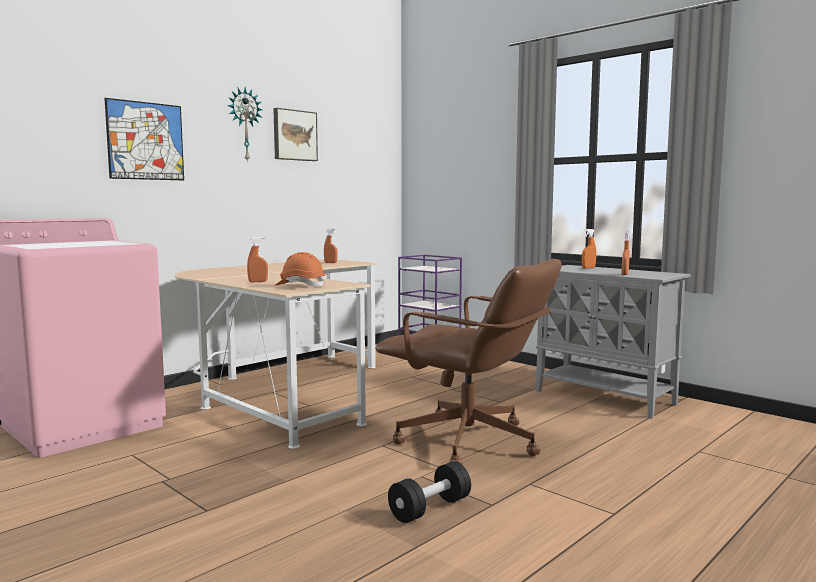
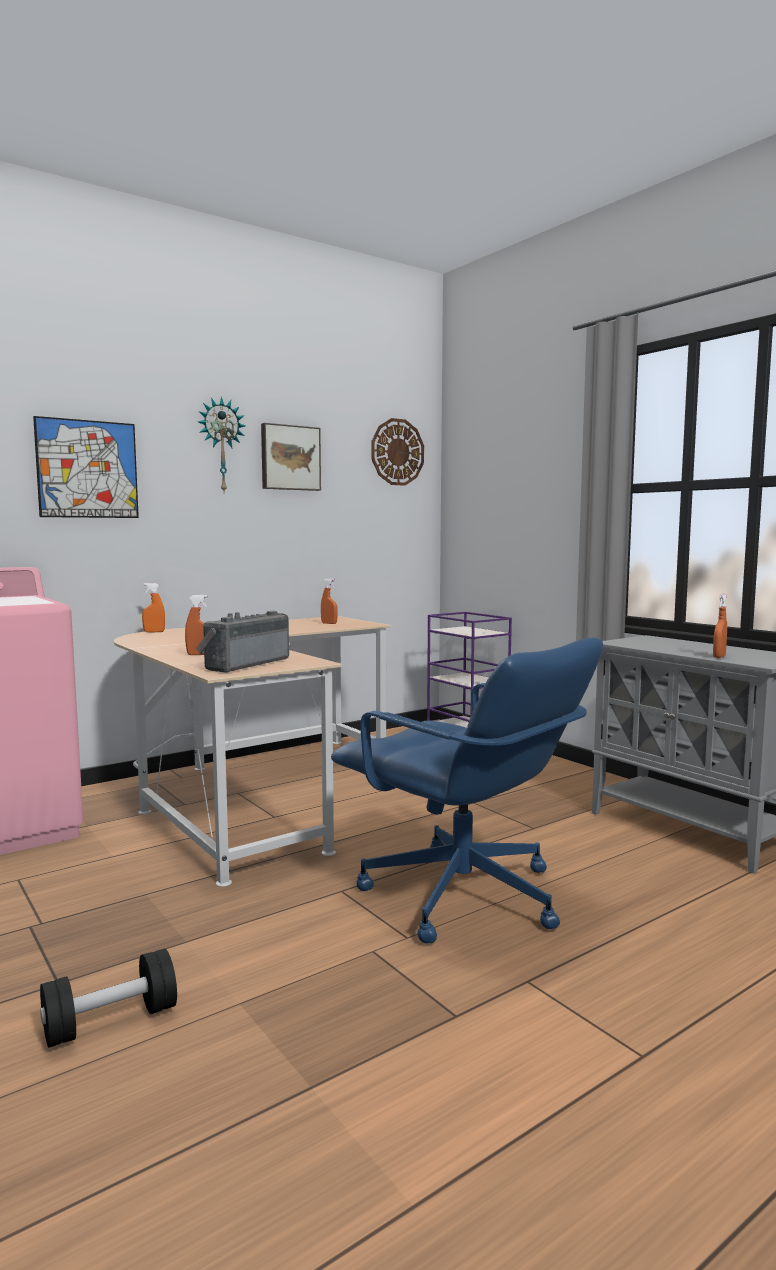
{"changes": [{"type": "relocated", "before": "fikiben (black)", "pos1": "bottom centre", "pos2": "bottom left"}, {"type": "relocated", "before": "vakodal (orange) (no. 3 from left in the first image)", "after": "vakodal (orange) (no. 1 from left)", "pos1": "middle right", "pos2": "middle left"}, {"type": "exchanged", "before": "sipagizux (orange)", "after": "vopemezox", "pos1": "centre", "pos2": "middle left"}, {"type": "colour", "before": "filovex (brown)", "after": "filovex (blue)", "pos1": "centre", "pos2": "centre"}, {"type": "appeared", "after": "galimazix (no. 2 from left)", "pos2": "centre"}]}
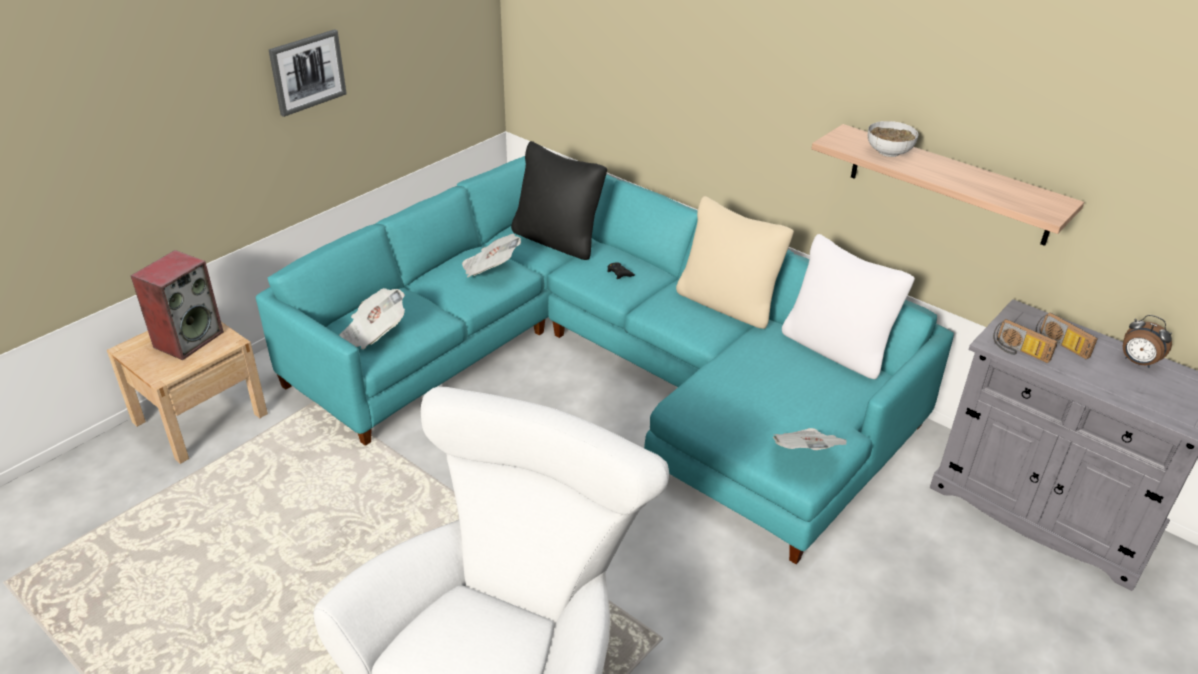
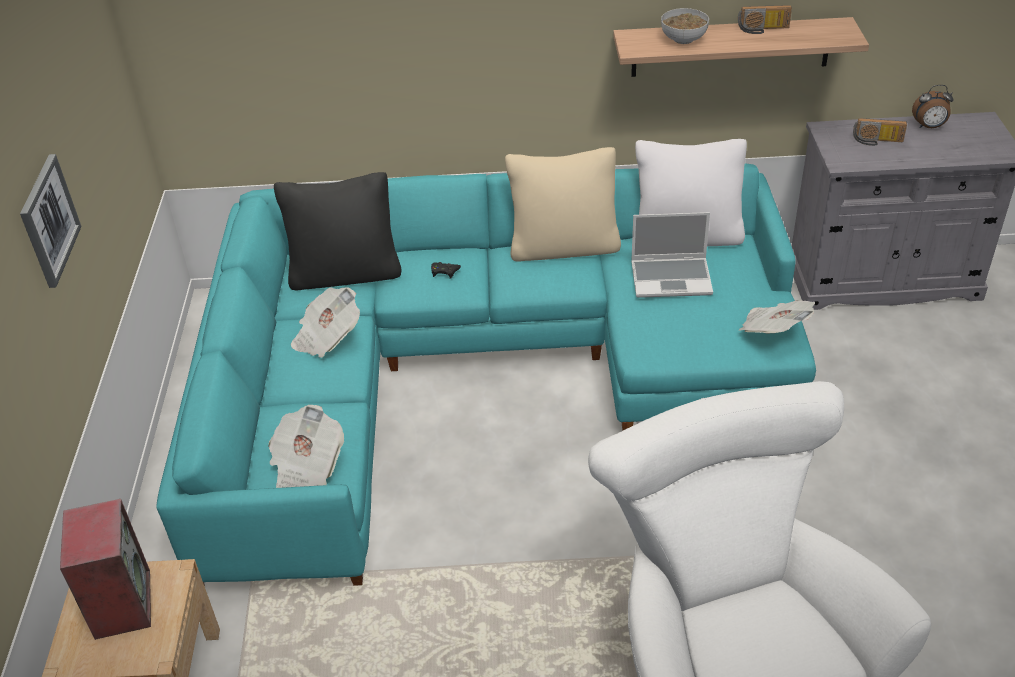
{"changes": [{"type": "appeared", "after": "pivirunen", "pos2": "centre"}, {"type": "relocated", "before": "vopemezox (no. 1 from left)", "pos1": "middle right", "pos2": "top right"}]}
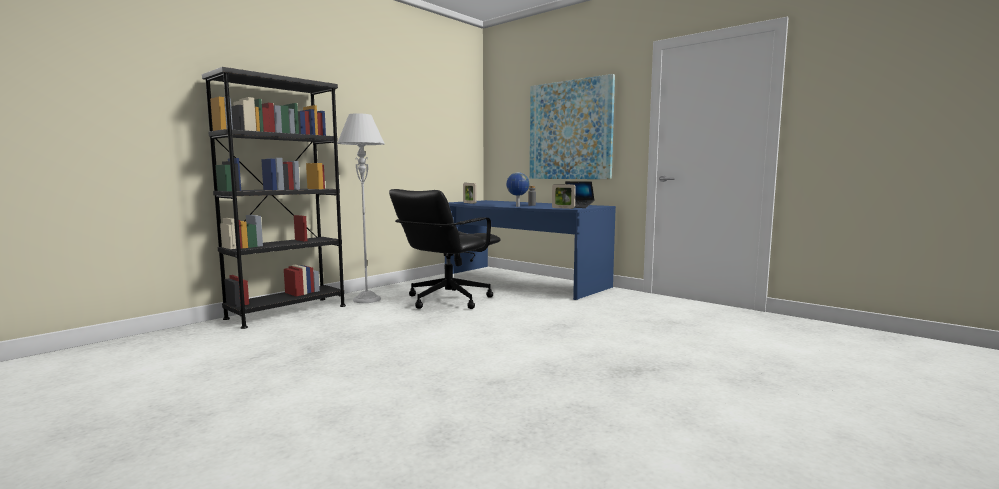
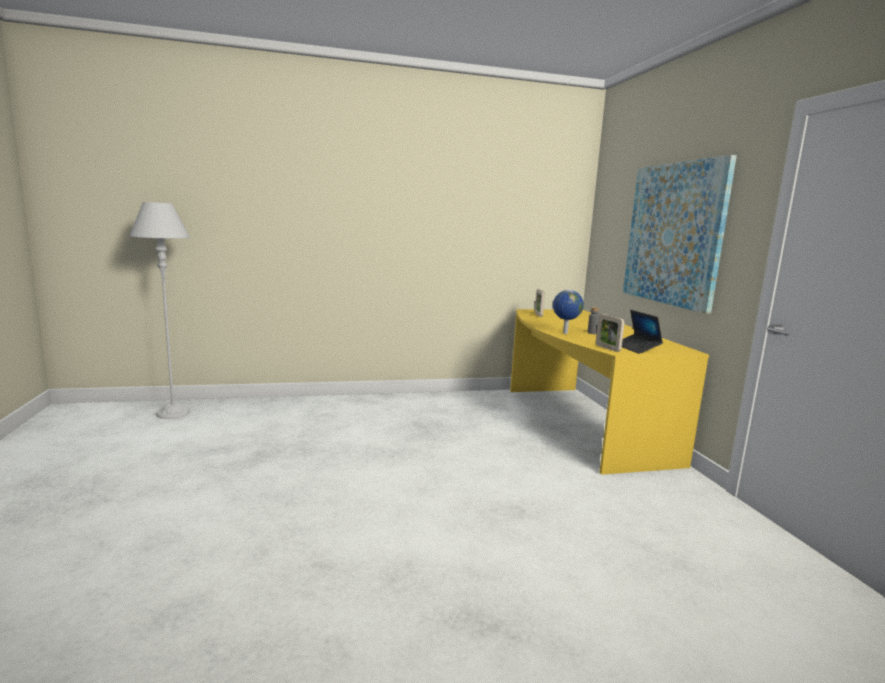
{"changes": [{"type": "relocated", "before": "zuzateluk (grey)", "pos1": "centre", "pos2": "middle left"}, {"type": "colour", "before": "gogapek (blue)", "after": "gogapek (yellow)", "pos1": "centre", "pos2": "middle right"}, {"type": "missing", "before": "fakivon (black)", "pos1": "middle left"}, {"type": "missing", "before": "filovex (black)", "pos1": "centre"}]}
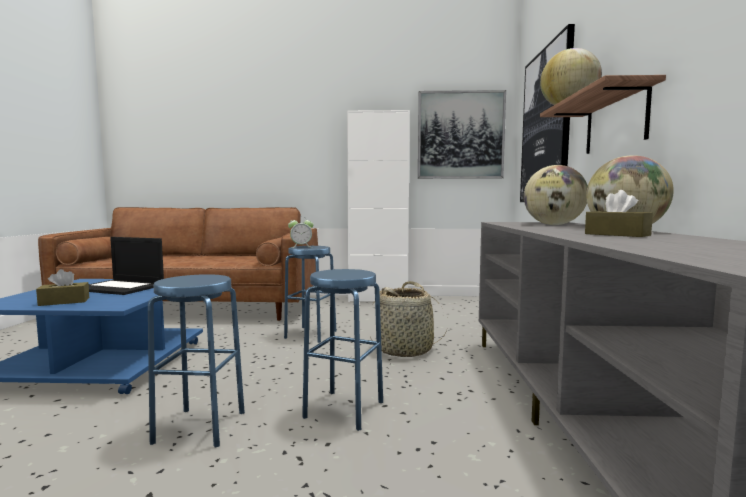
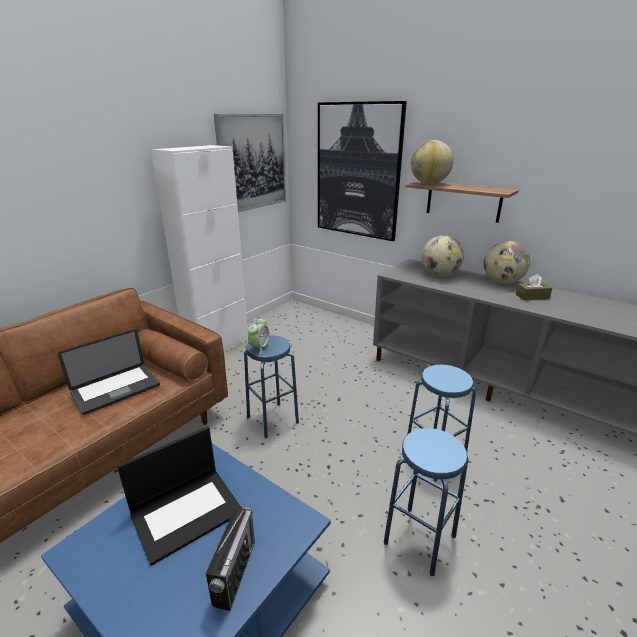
{"changes": [{"type": "appeared", "after": "pivirunen (no. 1 from left)", "pos2": "middle left"}, {"type": "exchanged", "before": "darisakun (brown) (no. 1 from left)", "after": "vopemezox", "pos1": "middle left", "pos2": "bottom centre"}, {"type": "missing", "before": "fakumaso", "pos1": "centre"}]}
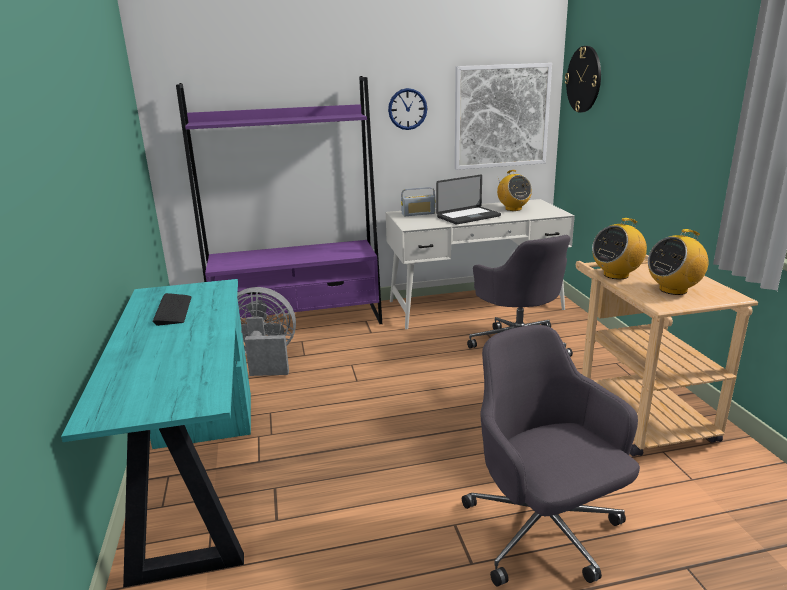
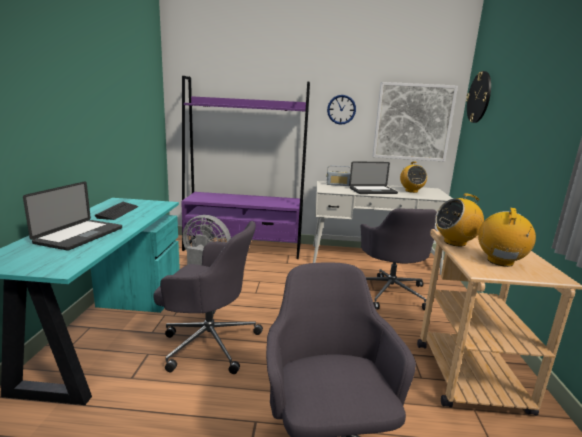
{"changes": [{"type": "appeared", "after": "pivirunen (no. 1 from left)", "pos2": "middle left"}, {"type": "appeared", "after": "filovex (grey) (no. 1 from left)", "pos2": "bottom centre"}, {"type": "spun", "before": "vopemezox (no. 4 from left)", "pos1": "middle right", "pos2": "middle right", "turn": 120}]}
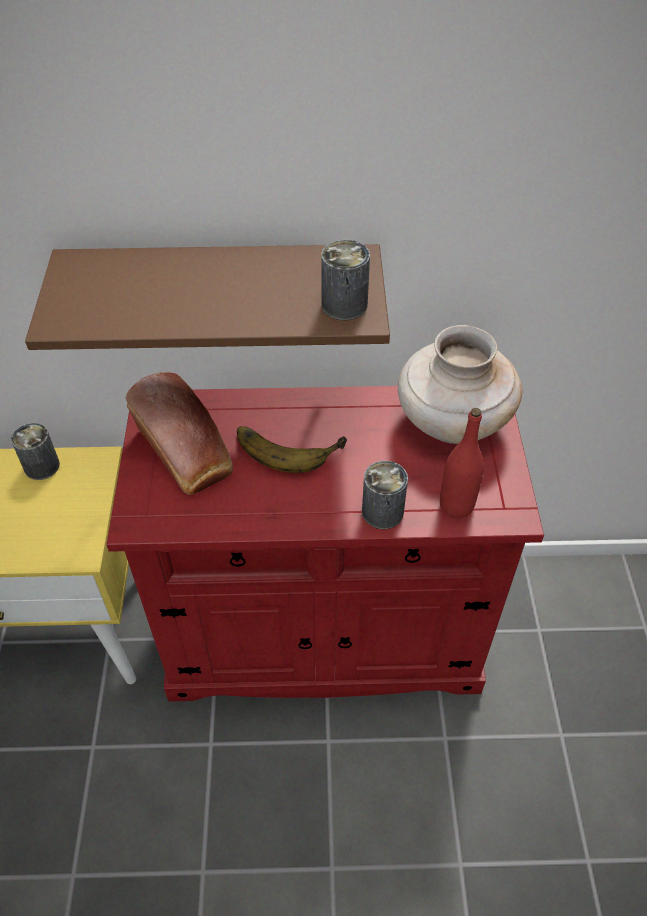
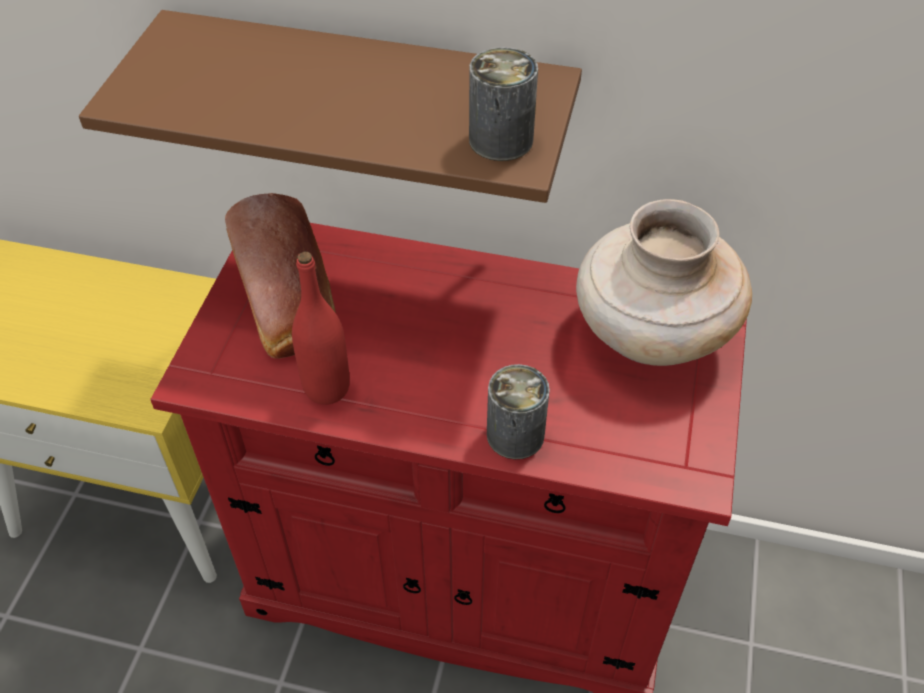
{"changes": [{"type": "relocated", "before": "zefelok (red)", "pos1": "middle right", "pos2": "centre"}, {"type": "missing", "before": "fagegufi (no. 1 from left)", "pos1": "middle left"}, {"type": "missing", "before": "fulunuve", "pos1": "centre"}]}
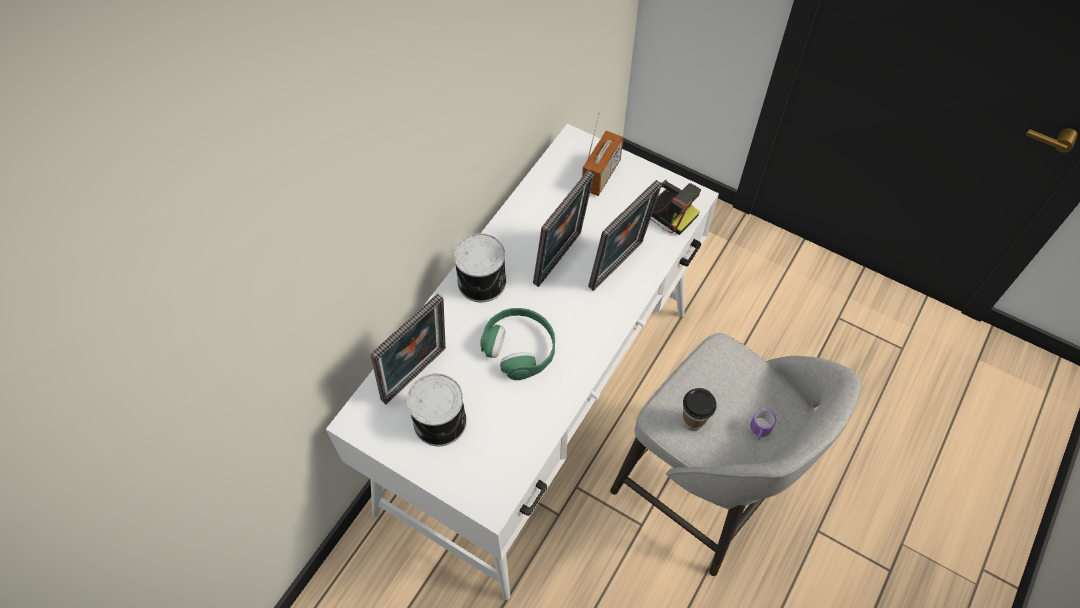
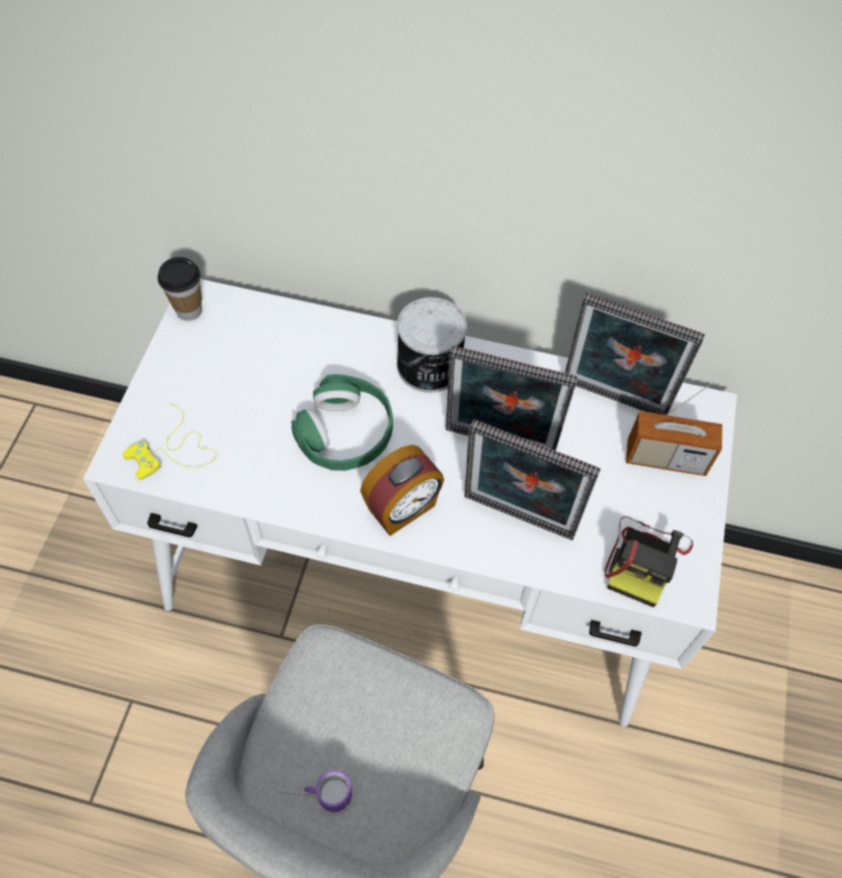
{"changes": [{"type": "appeared", "after": "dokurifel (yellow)", "pos2": "middle left"}, {"type": "relocated", "before": "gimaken", "pos1": "bottom centre", "pos2": "top left"}, {"type": "appeared", "after": "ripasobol", "pos2": "centre"}, {"type": "relocated", "before": "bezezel (no. 1 from left in the first image)", "after": "bezezel (no. 3 from left)", "pos1": "centre", "pos2": "middle right"}, {"type": "missing", "before": "fagegufi (no. 1 from left)", "pos1": "bottom centre"}]}
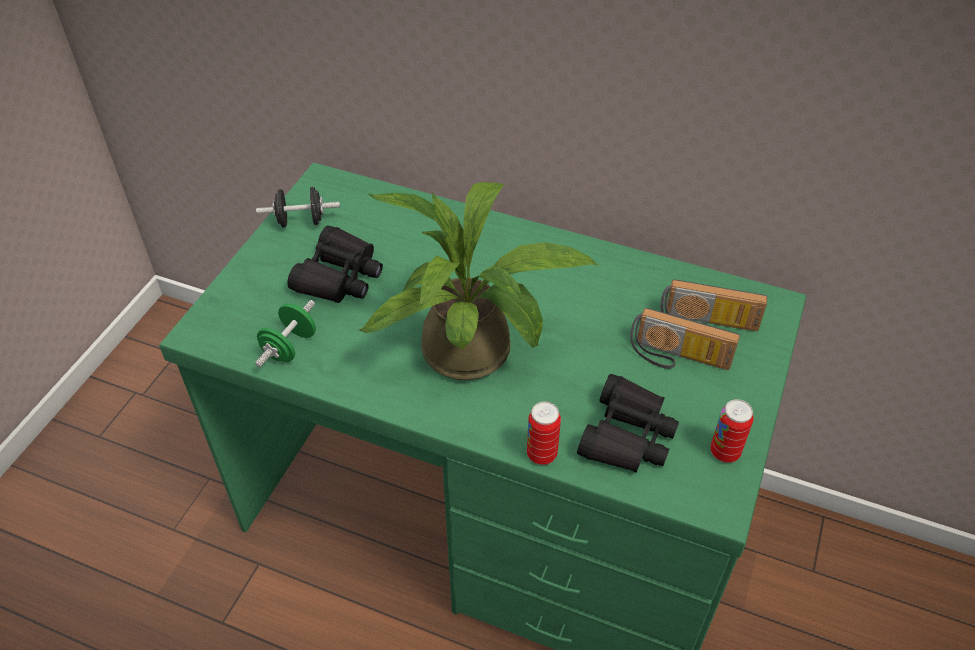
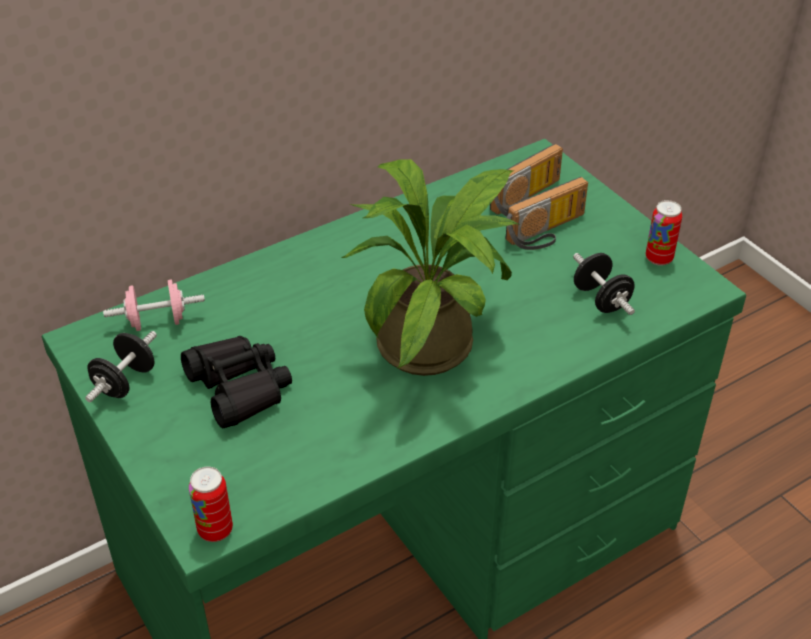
{"changes": [{"type": "appeared", "after": "fikiben (pink)", "pos2": "middle left"}, {"type": "relocated", "before": "fagegufi (no. 1 from left)", "pos1": "centre", "pos2": "bottom left"}, {"type": "exchanged", "before": "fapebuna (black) (no. 2 from left)", "after": "fikiben (black) (no. 2 from left)", "pos1": "centre", "pos2": "middle right"}, {"type": "missing", "before": "fikiben (green)", "pos1": "middle left"}]}
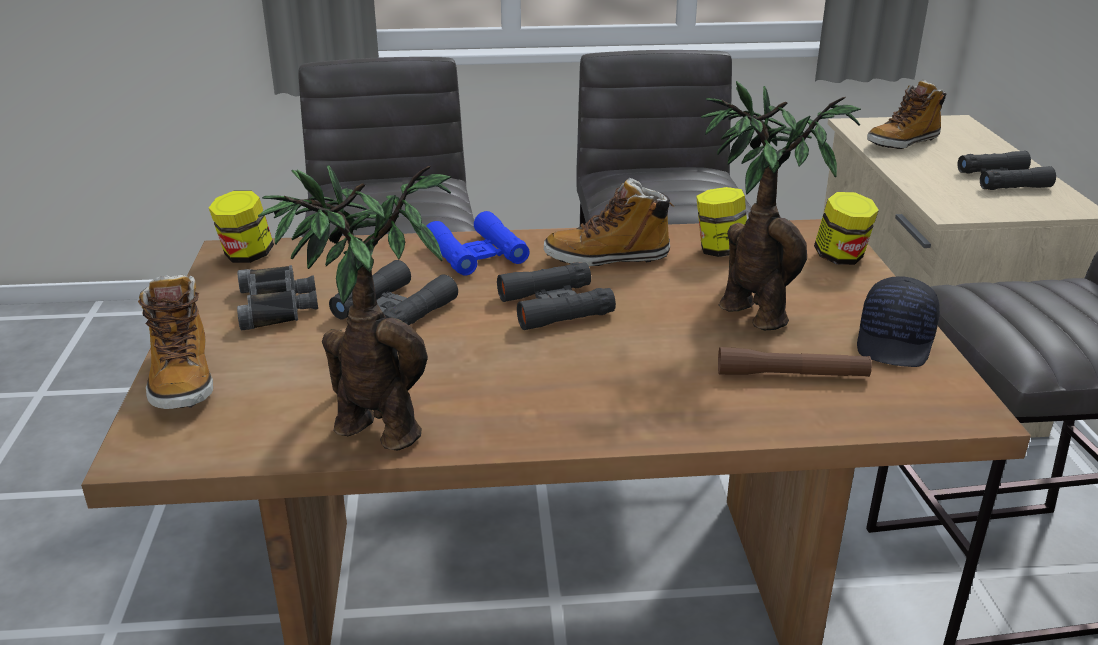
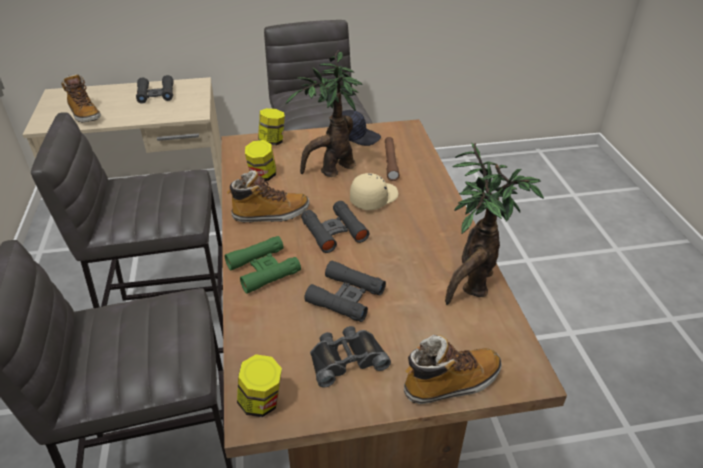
{"changes": [{"type": "colour", "before": "fapebuna (blue)", "after": "fapebuna (green)", "pos1": "centre", "pos2": "centre"}, {"type": "spun", "before": "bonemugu (no. 2 from left)", "pos1": "centre", "pos2": "centre", "turn": -90}, {"type": "appeared", "after": "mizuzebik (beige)", "pos2": "centre"}]}
